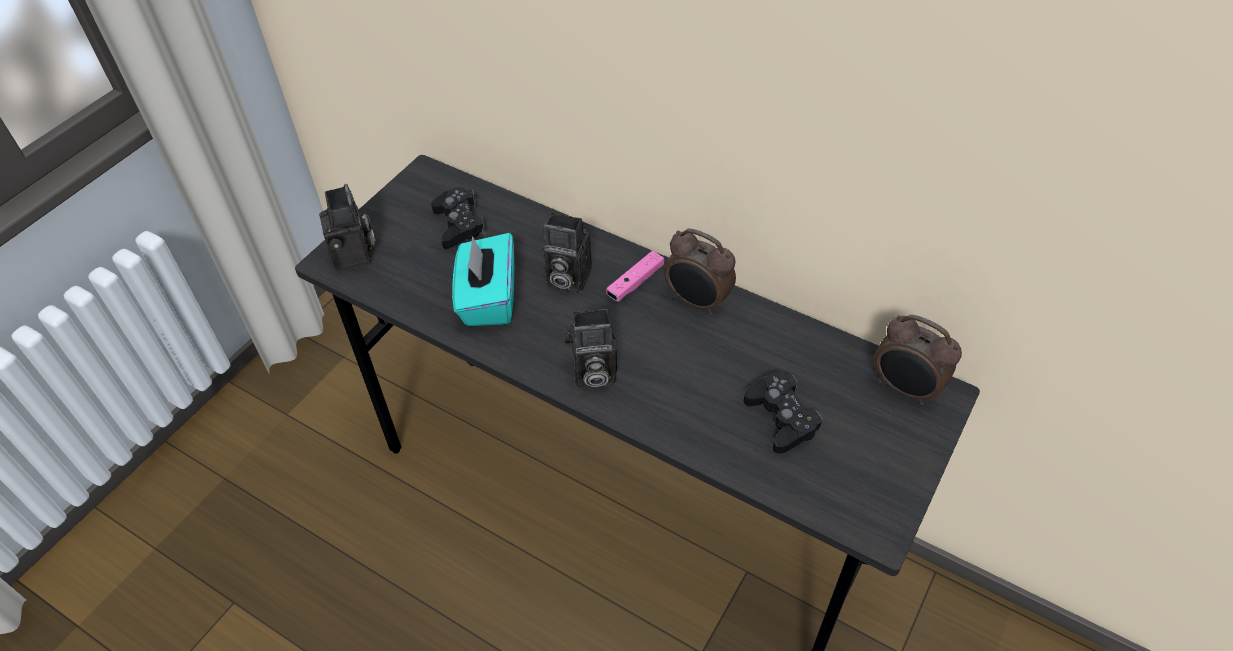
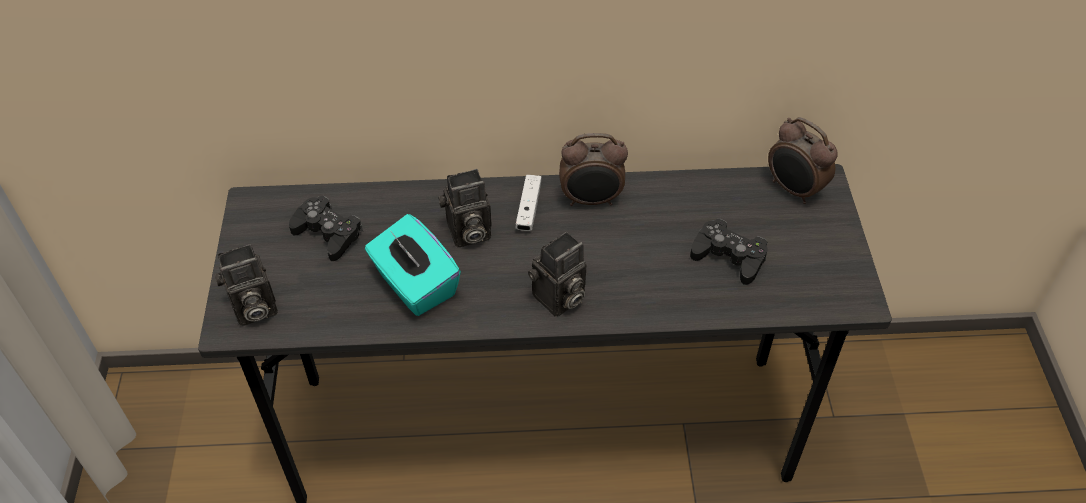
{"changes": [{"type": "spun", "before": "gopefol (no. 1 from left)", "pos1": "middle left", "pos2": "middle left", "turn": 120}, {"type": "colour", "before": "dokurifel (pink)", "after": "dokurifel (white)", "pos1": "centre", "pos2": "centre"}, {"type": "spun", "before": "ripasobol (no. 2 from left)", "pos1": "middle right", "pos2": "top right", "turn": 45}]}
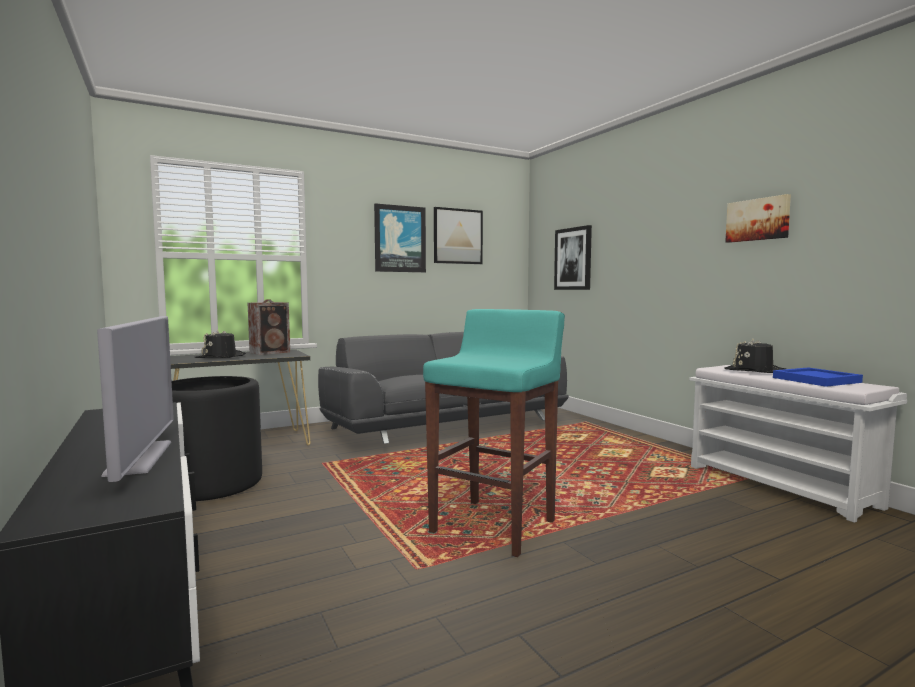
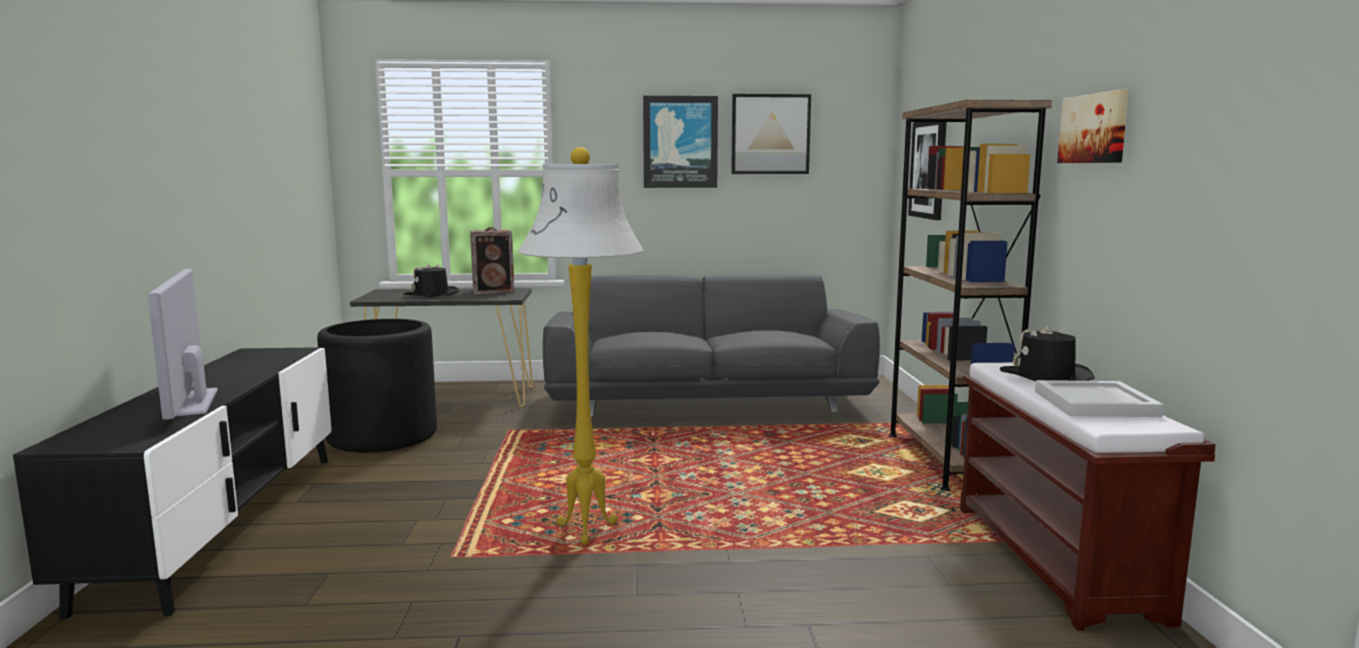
{"changes": [{"type": "spun", "before": "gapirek", "pos1": "middle left", "pos2": "middle left", "turn": 150}, {"type": "exchanged", "before": "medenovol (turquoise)", "after": "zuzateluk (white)", "pos1": "centre", "pos2": "centre"}, {"type": "appeared", "after": "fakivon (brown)", "pos2": "middle right"}, {"type": "colour", "before": "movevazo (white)", "after": "movevazo (brown)", "pos1": "middle right", "pos2": "bottom right"}, {"type": "colour", "before": "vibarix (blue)", "after": "vibarix (white)", "pos1": "middle right", "pos2": "middle right"}]}
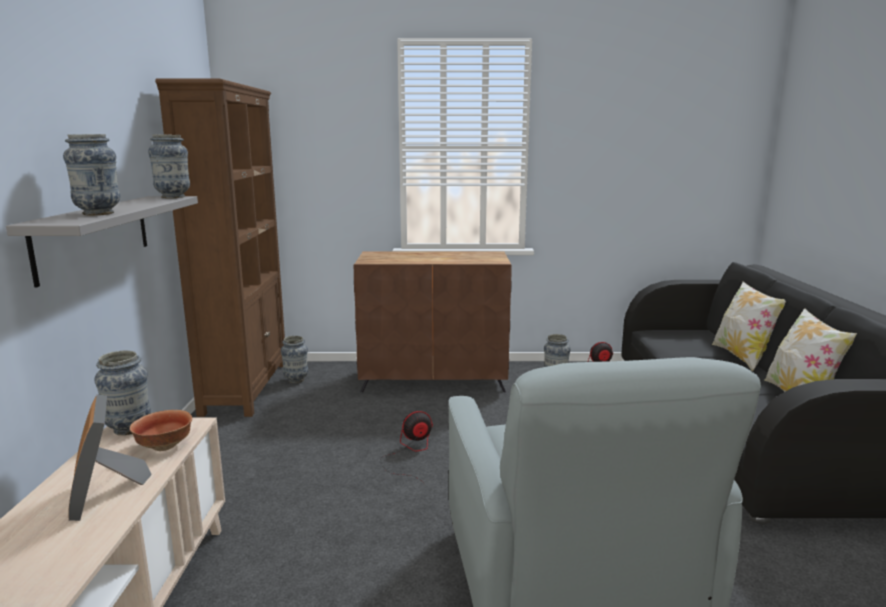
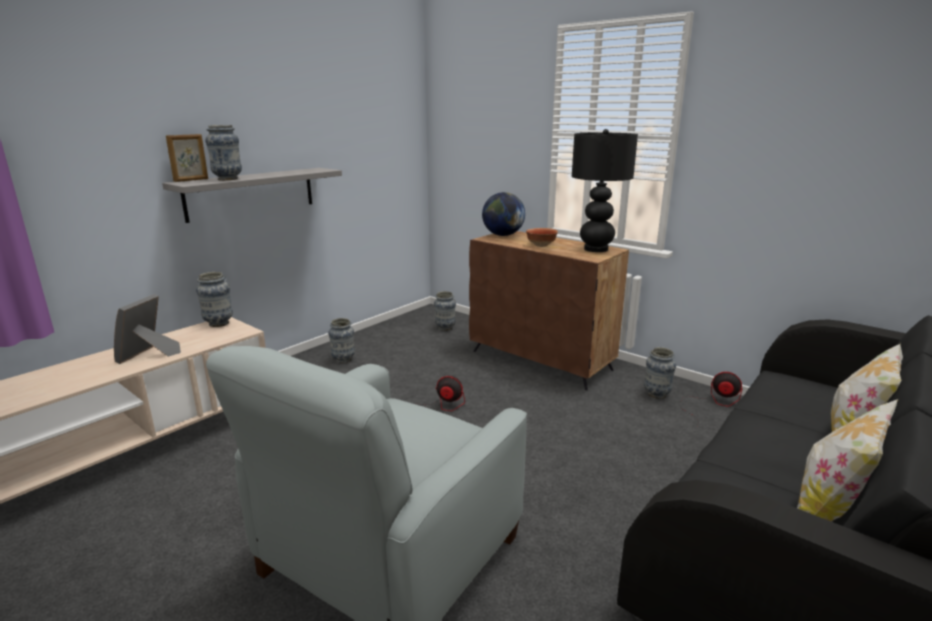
{"changes": [{"type": "appeared", "after": "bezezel (no. 2 from left)", "pos2": "top left"}, {"type": "relocated", "before": "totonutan (no. 3 from left)", "pos1": "top left", "pos2": "centre"}, {"type": "appeared", "after": "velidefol", "pos2": "centre"}, {"type": "relocated", "before": "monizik", "pos1": "bottom left", "pos2": "centre"}, {"type": "appeared", "after": "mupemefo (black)", "pos2": "top centre"}, {"type": "missing", "before": "fakivon (brown)", "pos1": "middle left"}]}
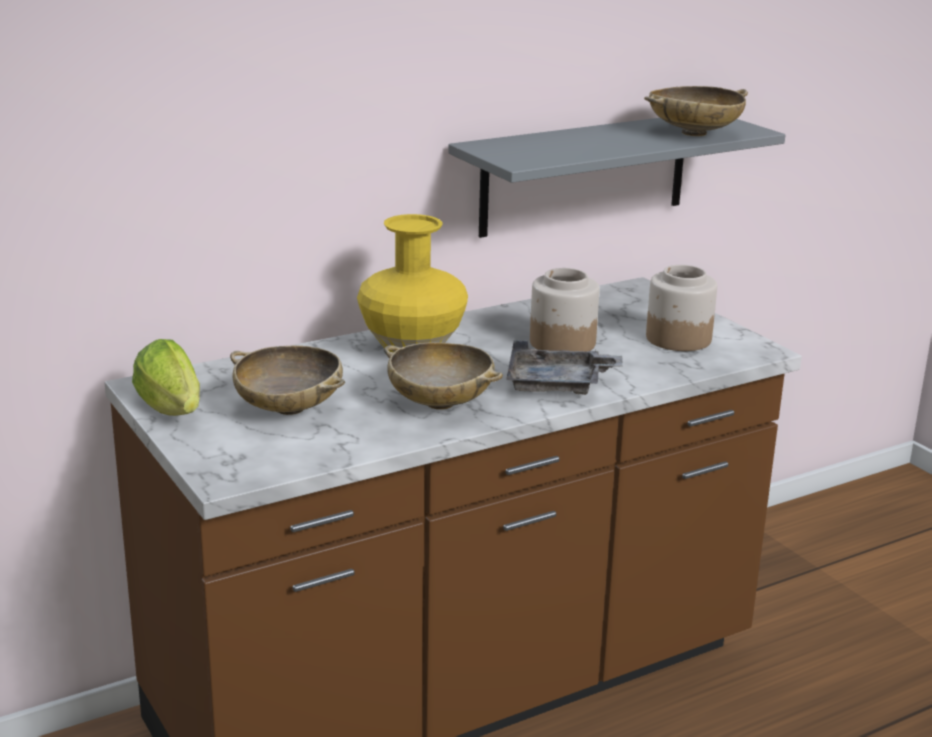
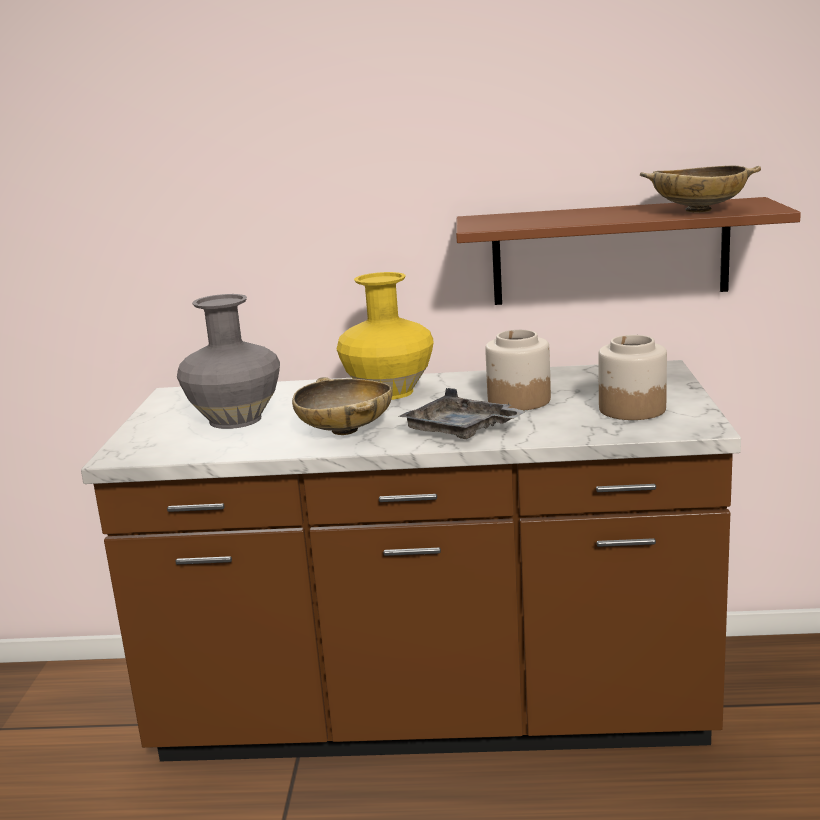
{"changes": [{"type": "exchanged", "before": "monizik (beige) (no. 1 from left)", "after": "totonutan (grey)", "pos1": "middle left", "pos2": "middle left"}, {"type": "colour", "before": "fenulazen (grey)", "after": "fenulazen (brown)", "pos1": "top centre", "pos2": "top right"}, {"type": "missing", "before": "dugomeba", "pos1": "middle left"}]}
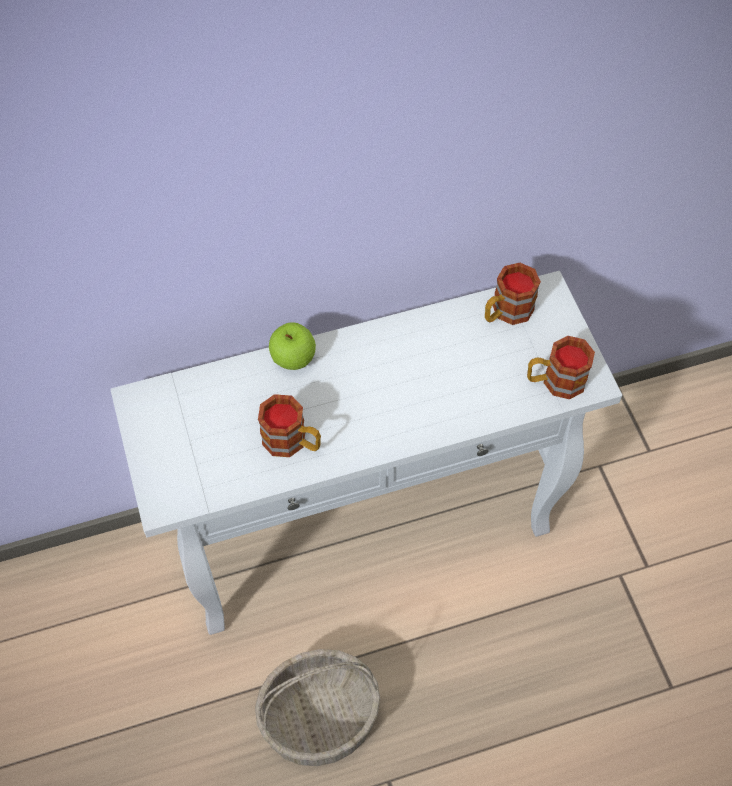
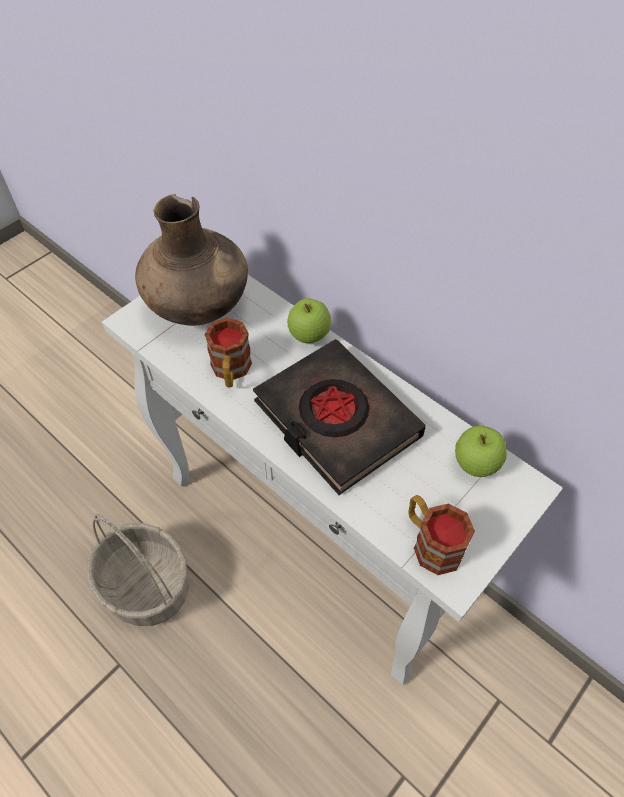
{"changes": [{"type": "appeared", "after": "totonutan (brown)", "pos2": "top left"}, {"type": "appeared", "after": "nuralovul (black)", "pos2": "centre"}, {"type": "exchanged", "before": "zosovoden (no. 2 from left)", "after": "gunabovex (no. 2 from left)", "pos1": "middle right", "pos2": "middle right"}]}
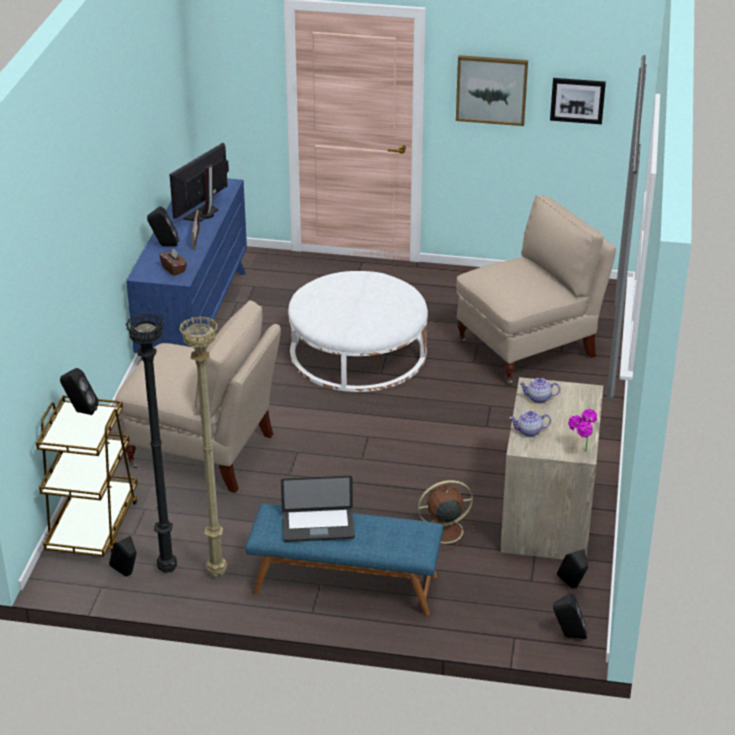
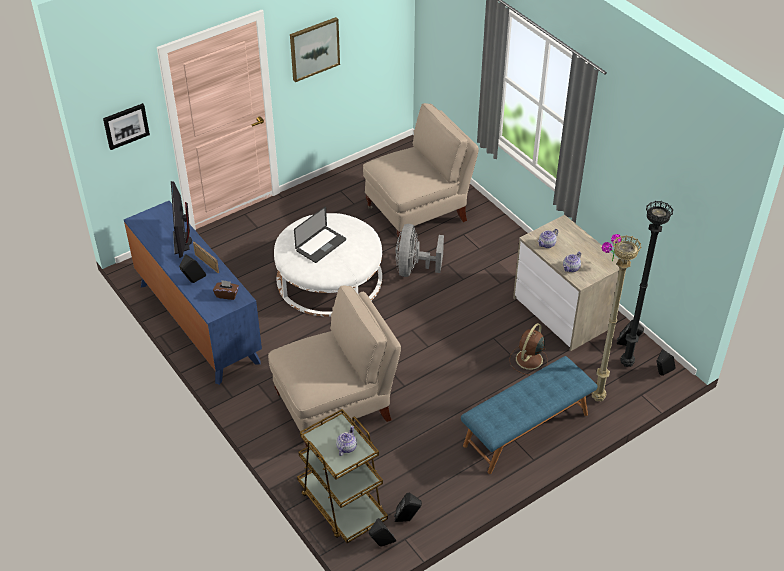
{"changes": [{"type": "relocated", "before": "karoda (no. 2 from left in the first image)", "after": "karoda (no. 1 from left)", "pos1": "top right", "pos2": "top left"}, {"type": "relocated", "before": "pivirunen", "pos1": "bottom centre", "pos2": "centre"}, {"type": "appeared", "after": "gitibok (no. 1 from left)", "pos2": "bottom centre"}, {"type": "spun", "before": "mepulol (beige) (no. 2 from left)", "pos1": "middle right", "pos2": "top centre", "turn": 45}, {"type": "relocated", "before": "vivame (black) (no. 1 from left in the first image)", "after": "vivame (black) (no. 2 from left)", "pos1": "middle left", "pos2": "bottom centre"}, {"type": "appeared", "after": "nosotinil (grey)", "pos2": "centre"}, {"type": "relocated", "before": "zuzateluk (beige)", "pos1": "middle left", "pos2": "middle right"}, {"type": "relocated", "before": "zuzateluk (black)", "pos1": "middle left", "pos2": "middle right"}]}
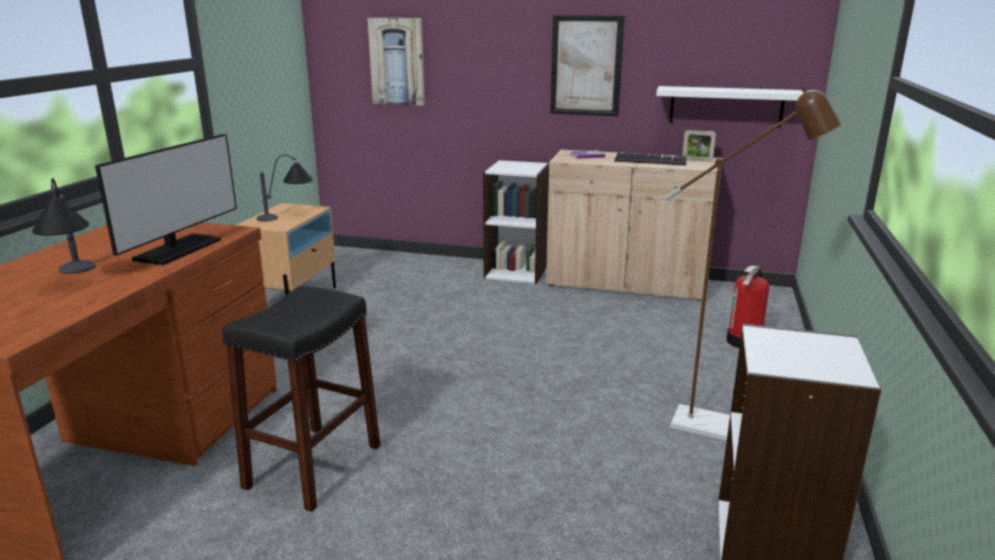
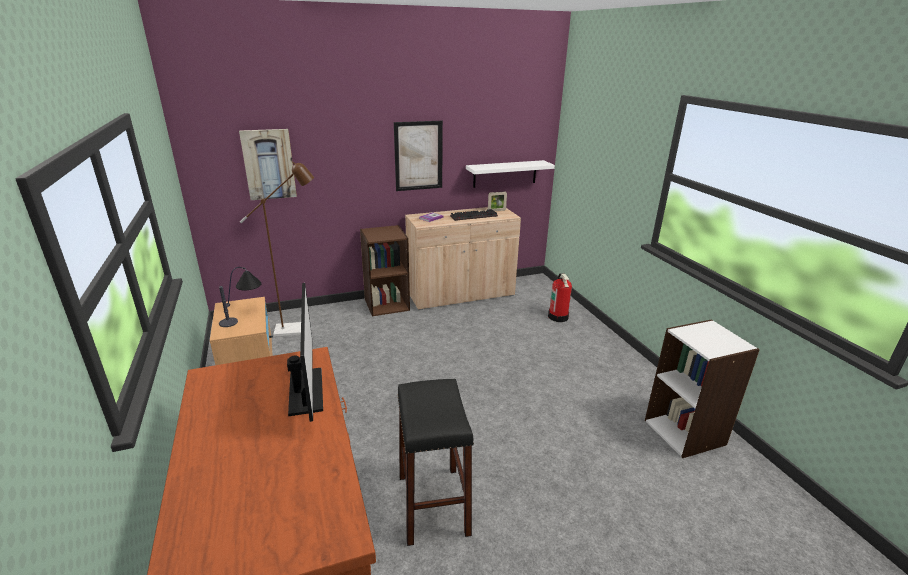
{"changes": [{"type": "relocated", "before": "zuzateluk (brown)", "pos1": "middle right", "pos2": "middle left"}, {"type": "colour", "before": "fakivon (white) (no. 1 from left)", "after": "fakivon (brown)", "pos1": "centre", "pos2": "centre"}, {"type": "missing", "before": "mupemefo (no. 1 from left)", "pos1": "middle left"}]}
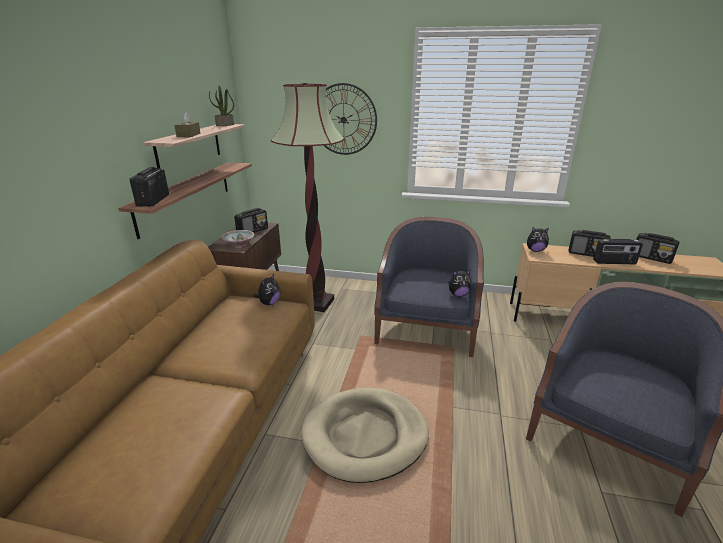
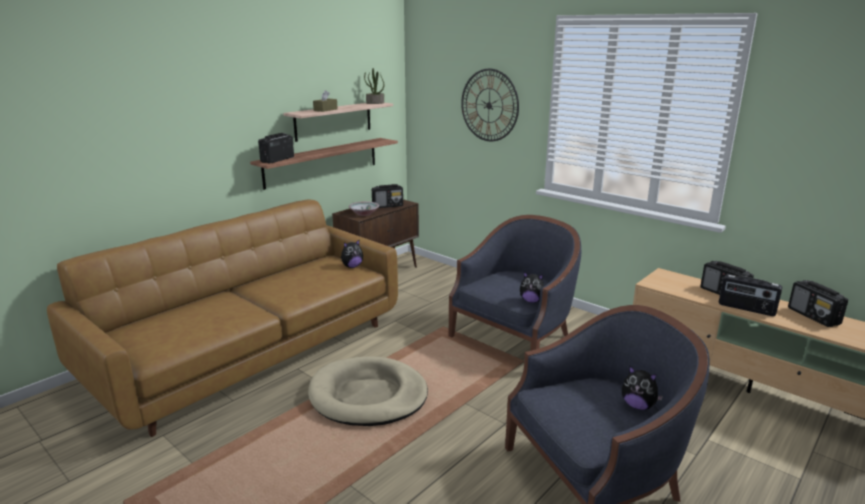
{"changes": [{"type": "relocated", "before": "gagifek (no. 3 from left)", "pos1": "middle right", "pos2": "bottom right"}, {"type": "missing", "before": "zuzateluk", "pos1": "centre"}]}
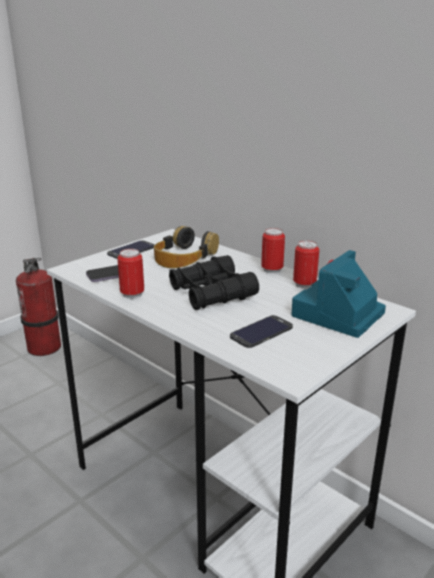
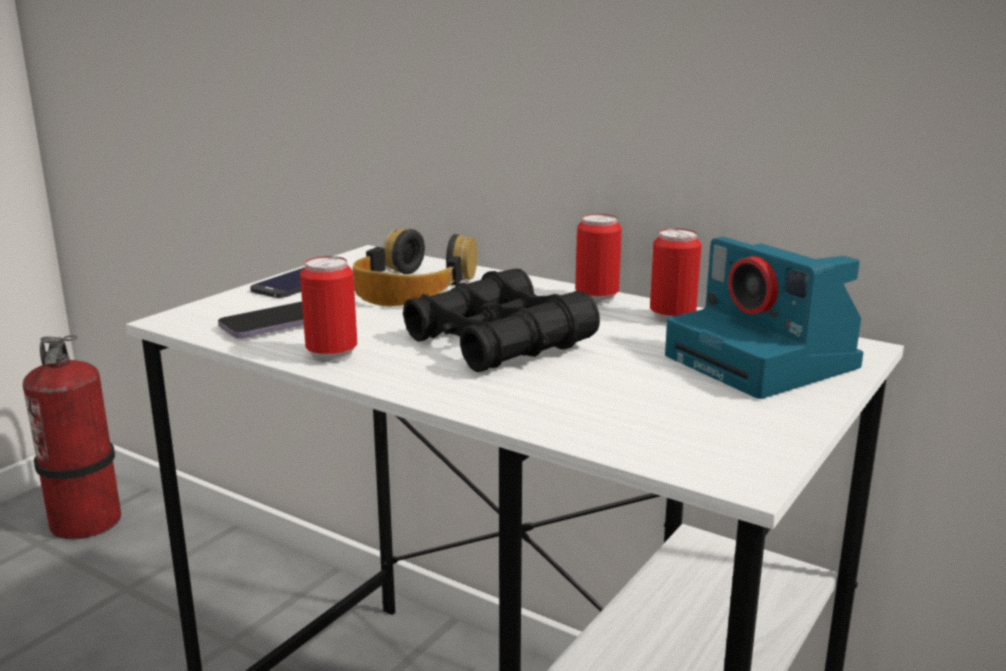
{"changes": [{"type": "spun", "before": "gopefol", "pos1": "middle right", "pos2": "middle right", "turn": -60}, {"type": "missing", "before": "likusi (no. 3 from left)", "pos1": "centre"}]}
